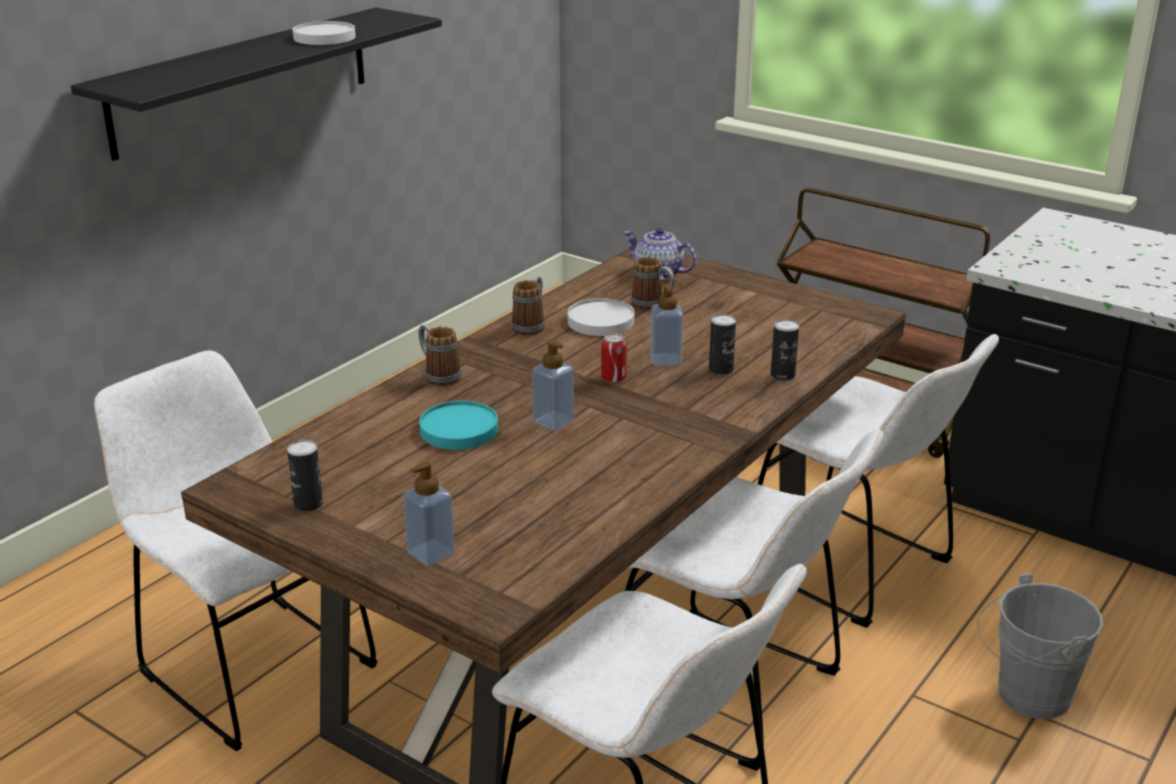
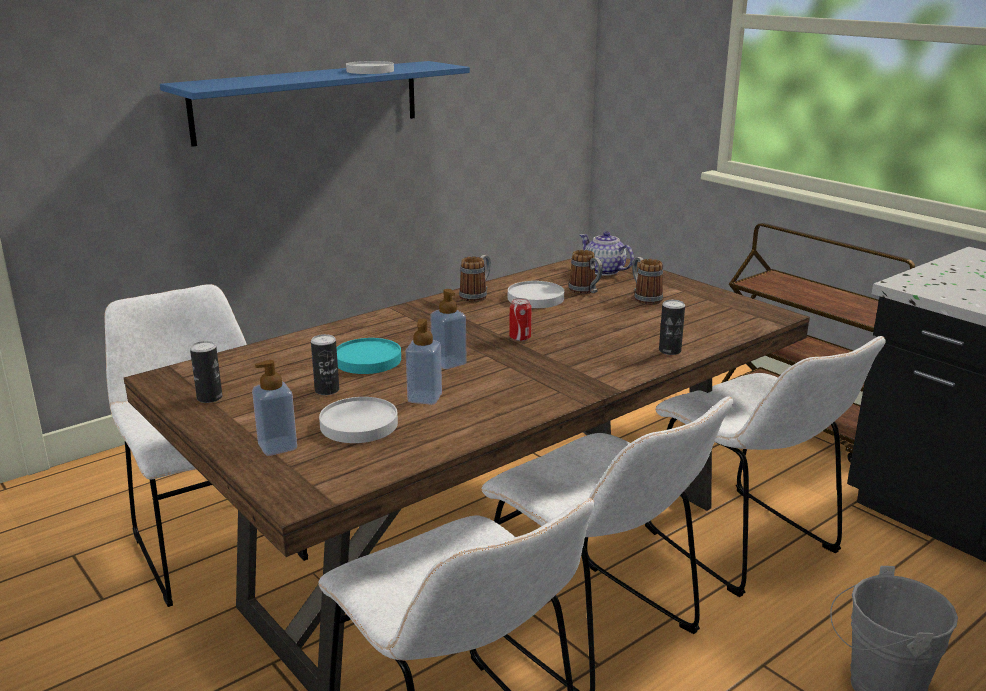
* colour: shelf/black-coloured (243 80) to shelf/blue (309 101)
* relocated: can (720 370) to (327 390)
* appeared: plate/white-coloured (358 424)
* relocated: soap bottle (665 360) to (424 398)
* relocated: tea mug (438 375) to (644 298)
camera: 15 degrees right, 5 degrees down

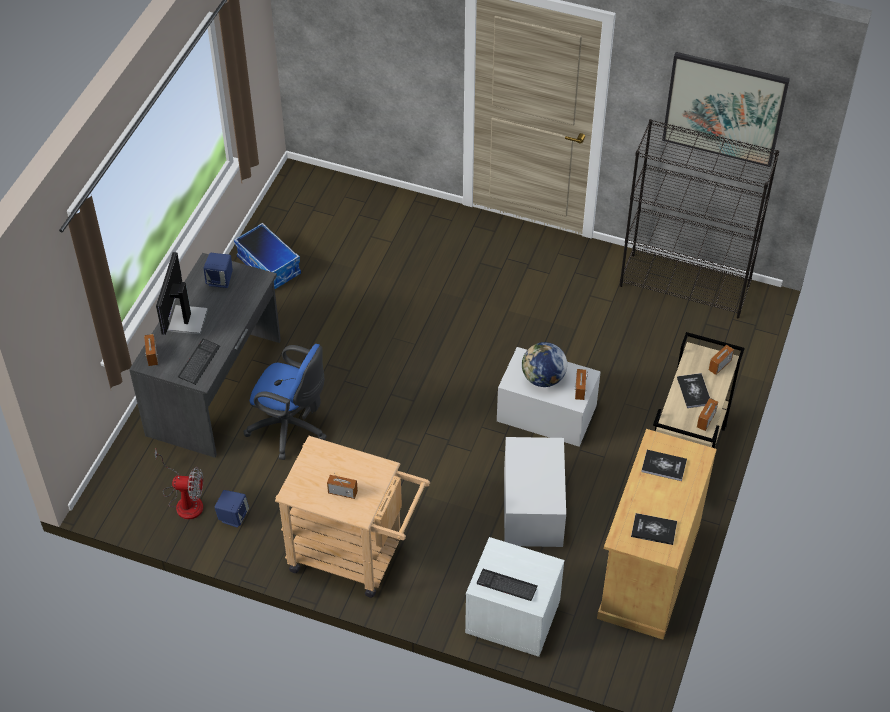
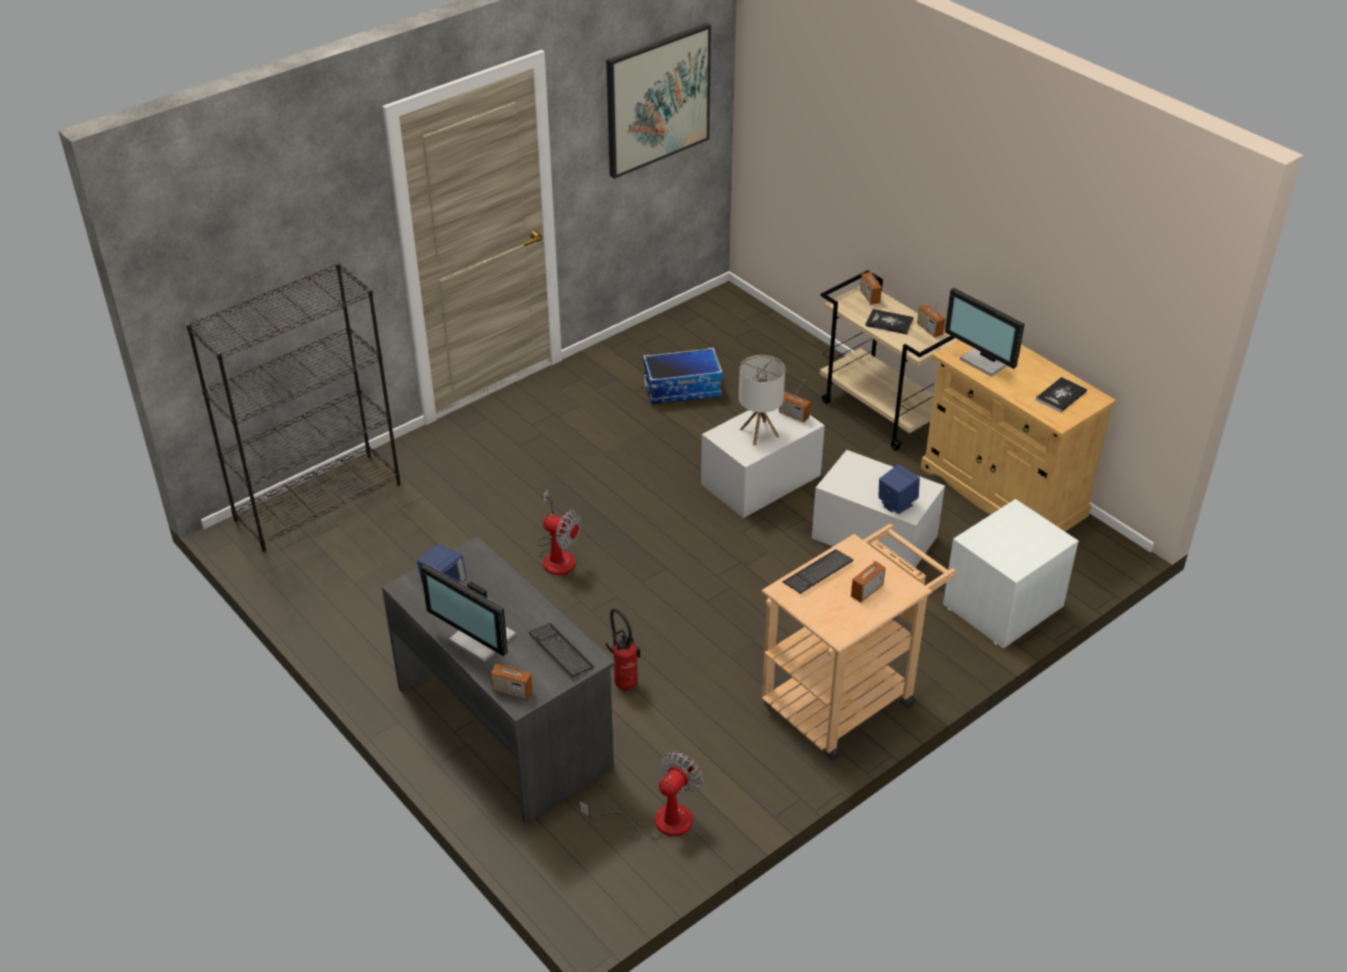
* relocated: bookshelf/black-coloured (685 285) to (319 501)
* appeared: cooling fan (557 555)
* exchanged: computer chair/blue (291 429) to extinguisher (625 681)
* relocated: storage container (269 266) to (682 388)
* exchanged: globe (543 378) to tabletop lamp (759 433)
* relocated: keyboard (507 585) to (818 573)
* relocated: loudspeaker/blue (233 517) to (896 504)
* exchanged: book (664 466) to monitor (986 361)
camera: 60 degrees left, 10 degrees down

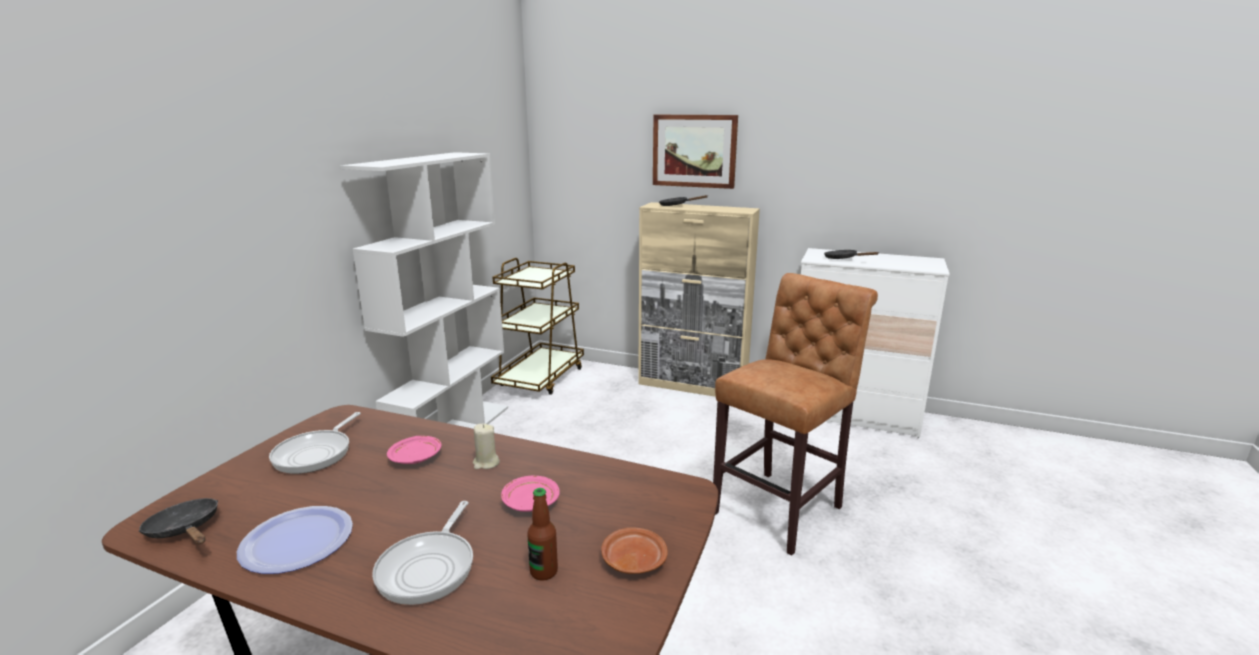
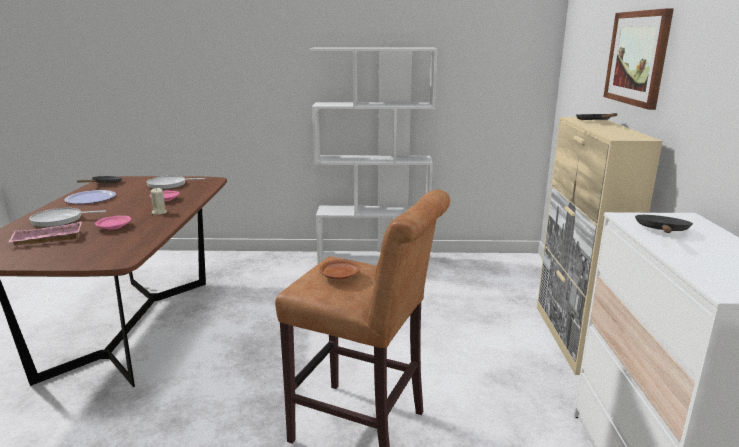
* exchanged: beverage bottle (544 572) to tray/pink-coloured (46 239)
* relocated: plate/brown (633 560) to (340 276)
* missing: wheeled cart/brown (540 378)
camera: 70 degrees right, 0 degrees up

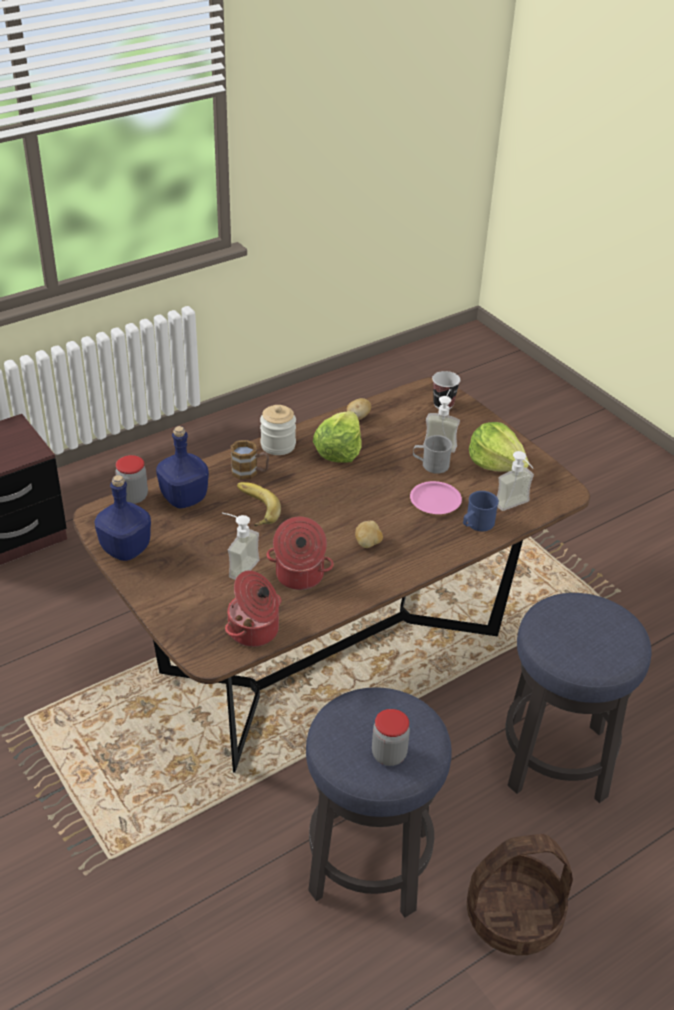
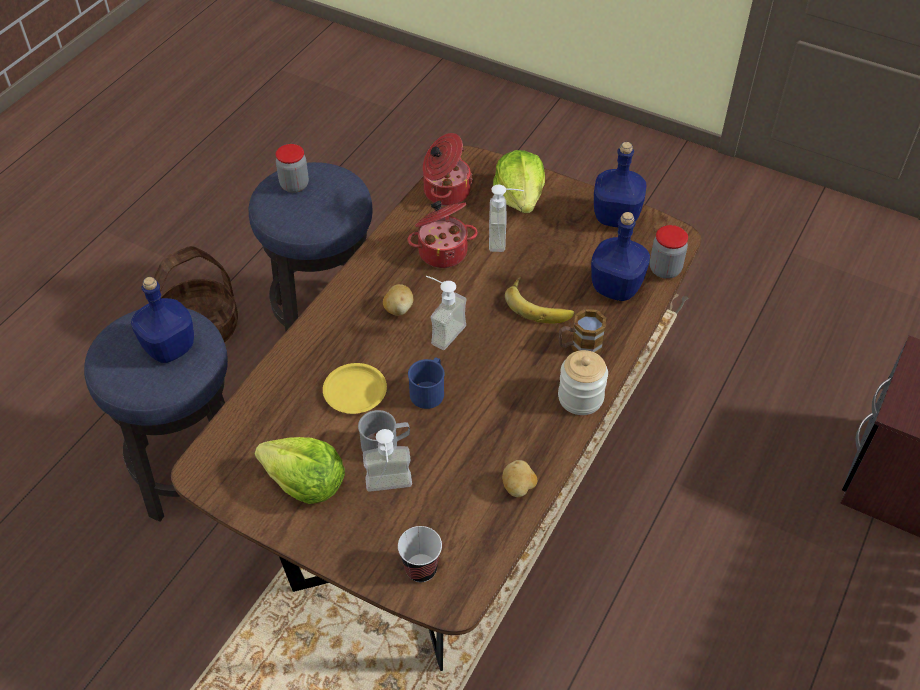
* appeared: beverage bottle/blue (169 348)
* colour: plate/pink-coloured (435 501) to plate/yellow-coloured (355 392)
* relocated: tea mug/blue (476 524) to (429 390)
* relocated: soap bottle (516 507) to (441 331)
* relocated: lettuce (338 451) to (520 197)
camera: 155 degrees right, 10 degrees up

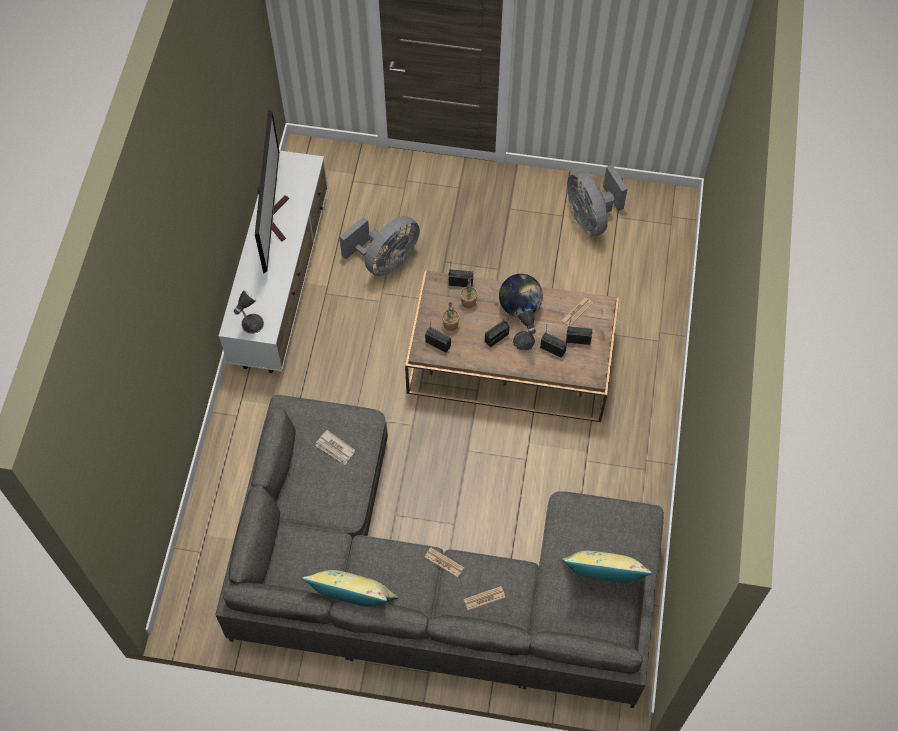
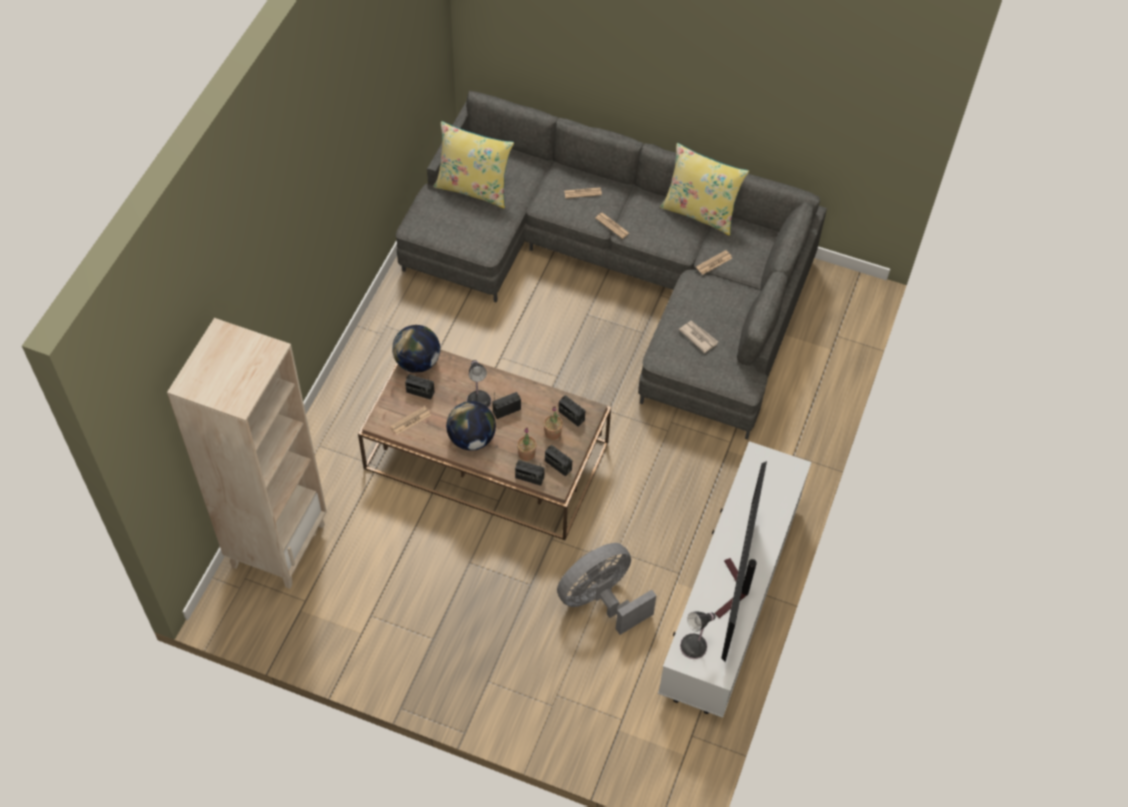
* appeared: bookshelf/beige-coloured (278 544)
* appeared: globe (417 362)
* relocated: radio (553 349) to (558 465)
* relocated: tabletop lamp (251 324) to (695 645)
* appeared: daily paper (714 262)
* missing: cooling fan/gray (590 217)
camera: 170 degrees left, 5 degrees down

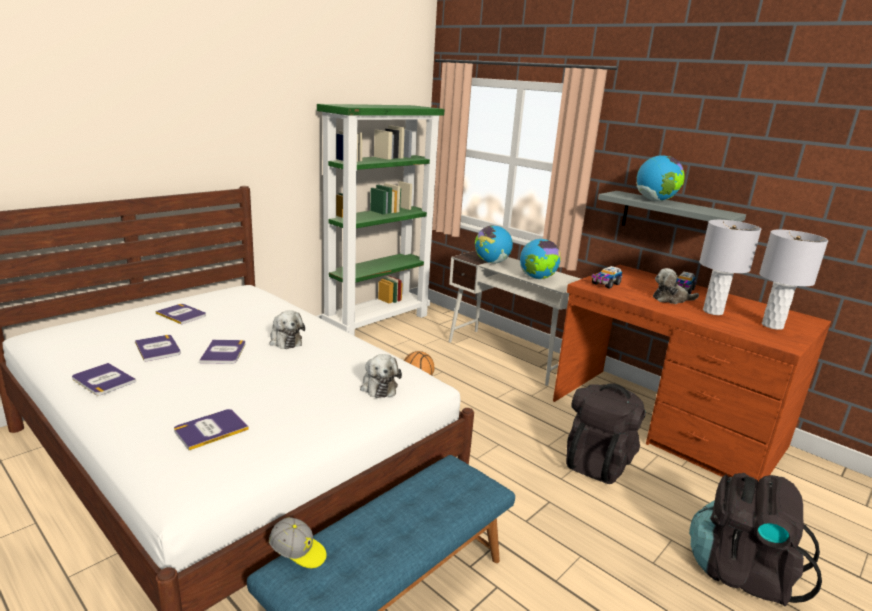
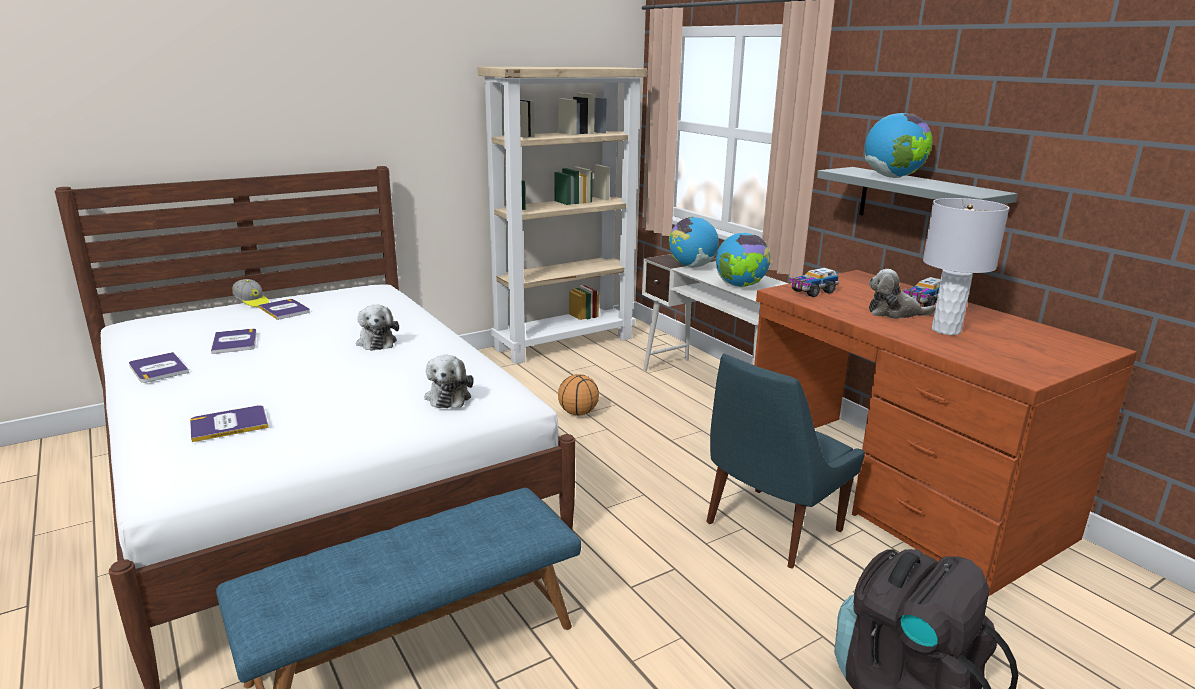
* relocated: cap (298 552) to (252 302)
* colour: bookshelf/greenish (377 322) to bookshelf/beige-coloured (564 343)
* exchanged: rucksack/black-coloured (598 461) to plain chair/blue (770 529)
* missing: book (223 352)
* missing: tabletop lamp/gray (772 325)
camera: 15 degrees right, 0 degrees up

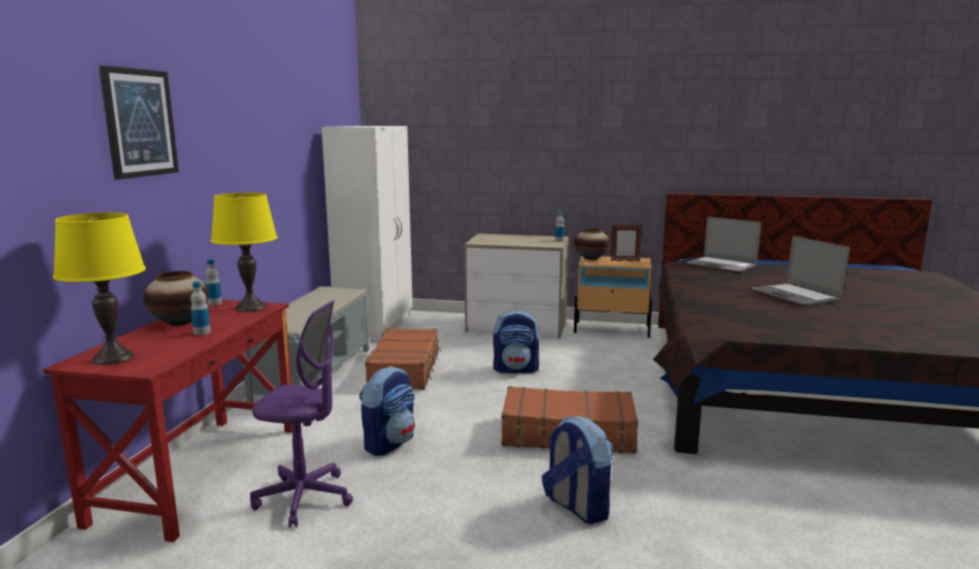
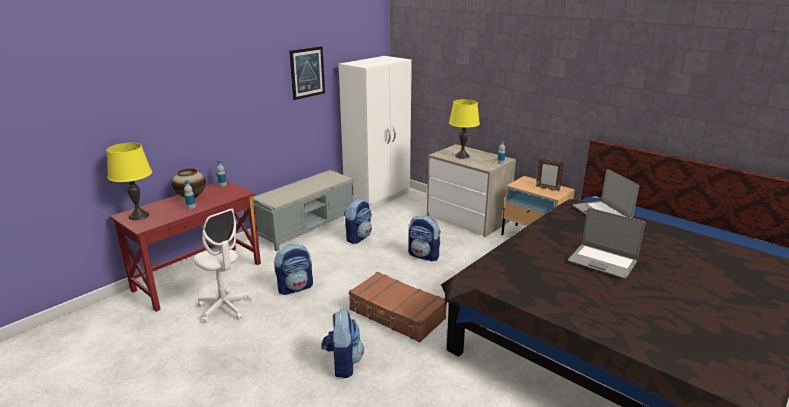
* colour: computer chair/purplish (304 498) to computer chair/white-coloured (225 308)
* relocated: wall art (139 123) to (307 72)
* exchanged: piece of luggage/brown (405 369) to rucksack (358 237)
* relocated: tabletop lamp/yellow-coloured (250 307) to (462 156)
* spun: notebook computer (796 295) = (602 261) 60 degrees counterclockwise
* missing: vase (591 258)
camera: 30 degrees right, 10 degrees up

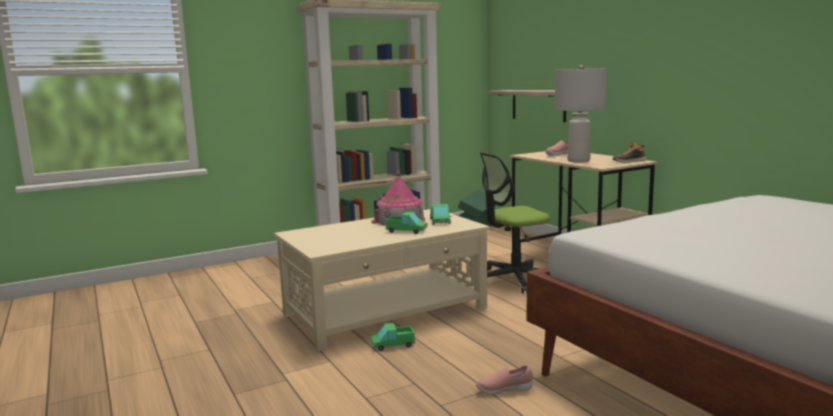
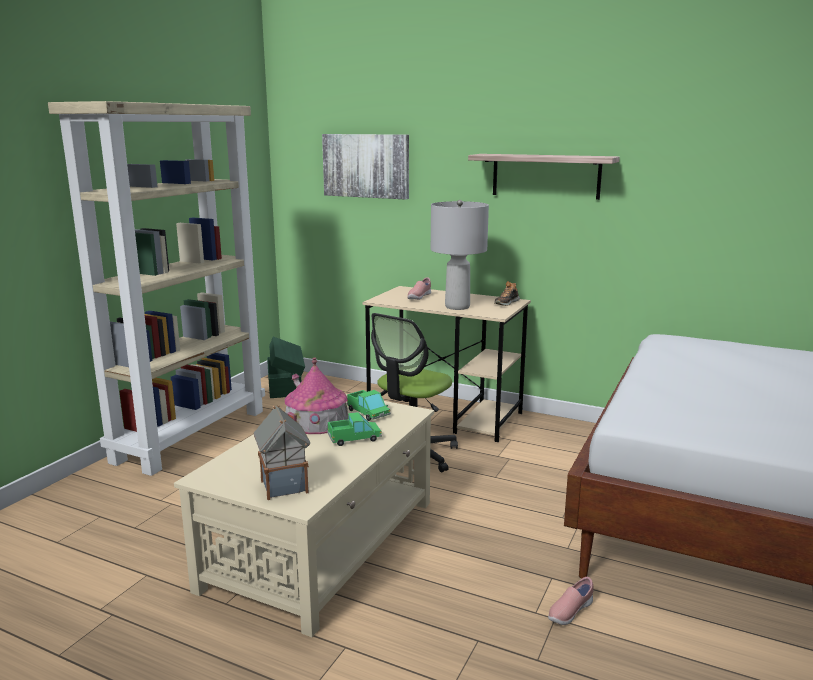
* appeared: model house (283 486)
* appeared: wall art (366 166)
* relocated: shelf (538 105) to (545 176)
* missing: model truck (392 344)
camera: 35 degrees left, 5 degrees up

